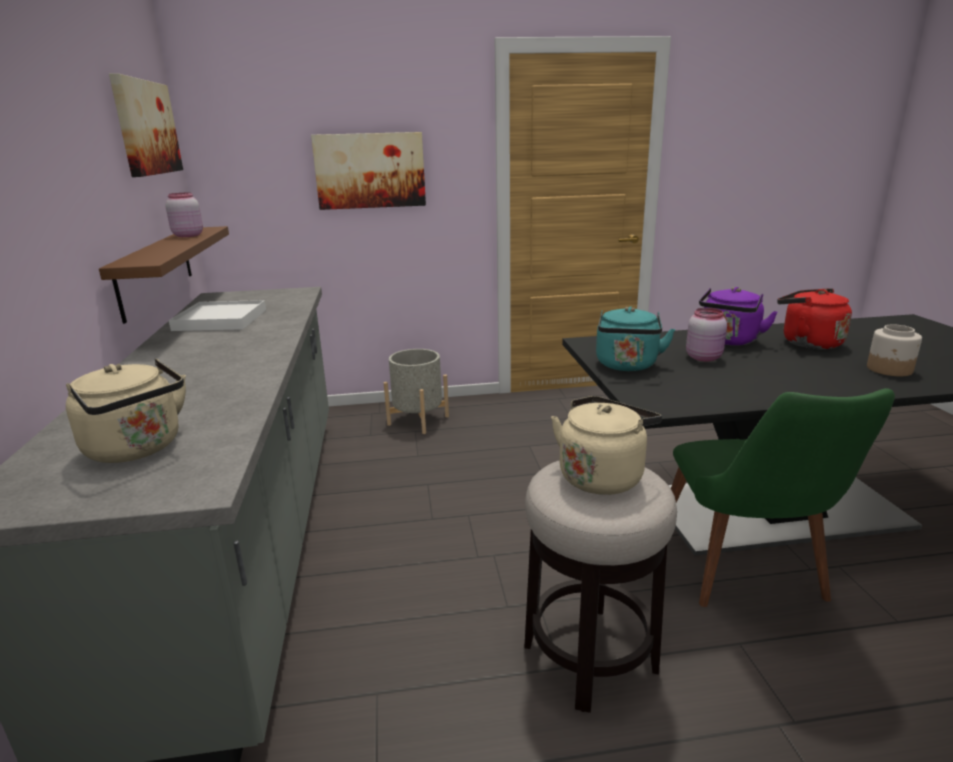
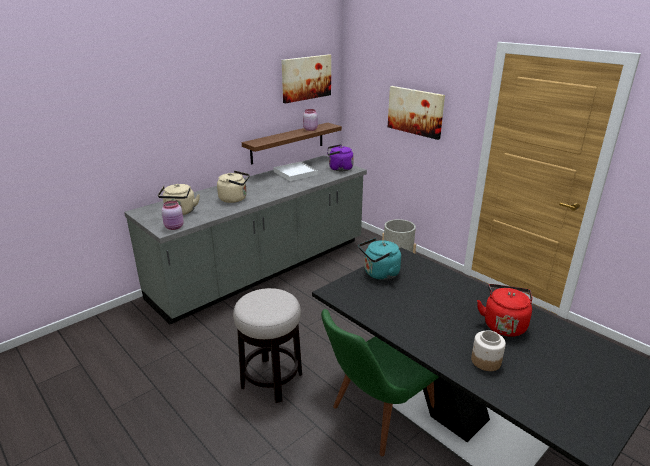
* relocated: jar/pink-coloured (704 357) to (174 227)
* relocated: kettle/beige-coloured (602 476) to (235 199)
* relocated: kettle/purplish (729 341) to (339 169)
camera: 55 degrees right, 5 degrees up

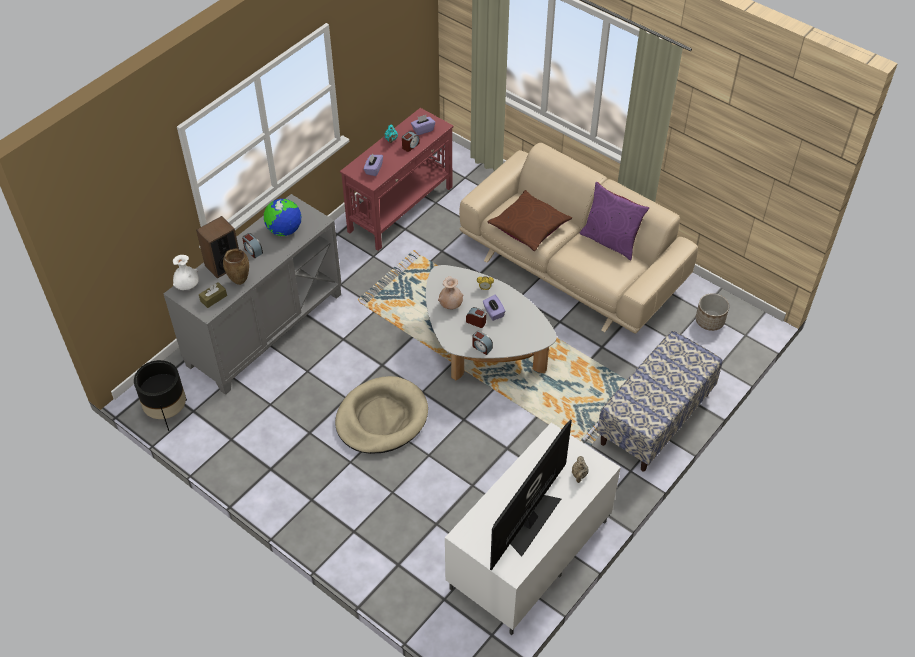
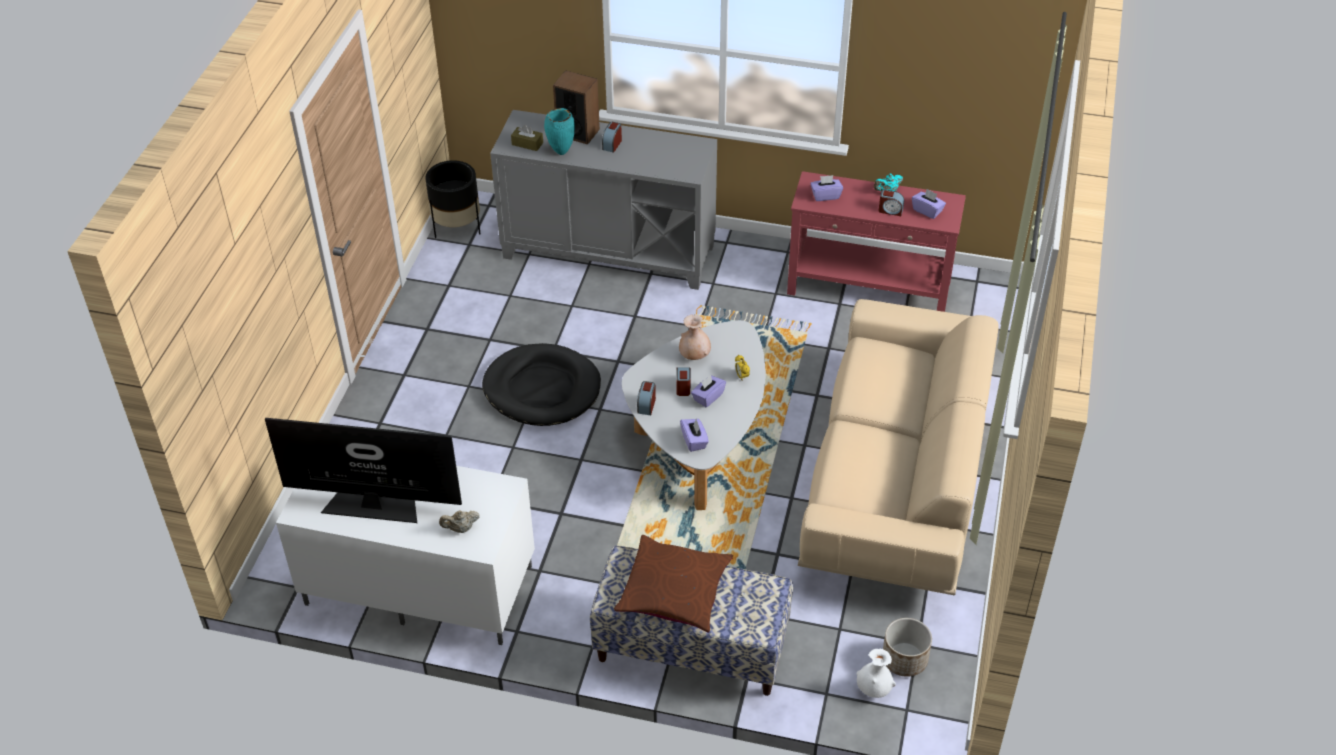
* colour: pet bed/beige-coloured (381 418) to pet bed/black-coloured (542 389)
* colour: vase/brown (239 282) to vase/turquoise (560 152)
* relocated: cushion/brown (529 226) to (674 591)
* appeared: tissue holder/purplish (694 441)
* relocated: vase/white-coloured (187 286) to (873 689)
* missing: globe (284 230)
* missing: cushion/purplish (610 241)
camera: 65 degrees right, 5 degrees down

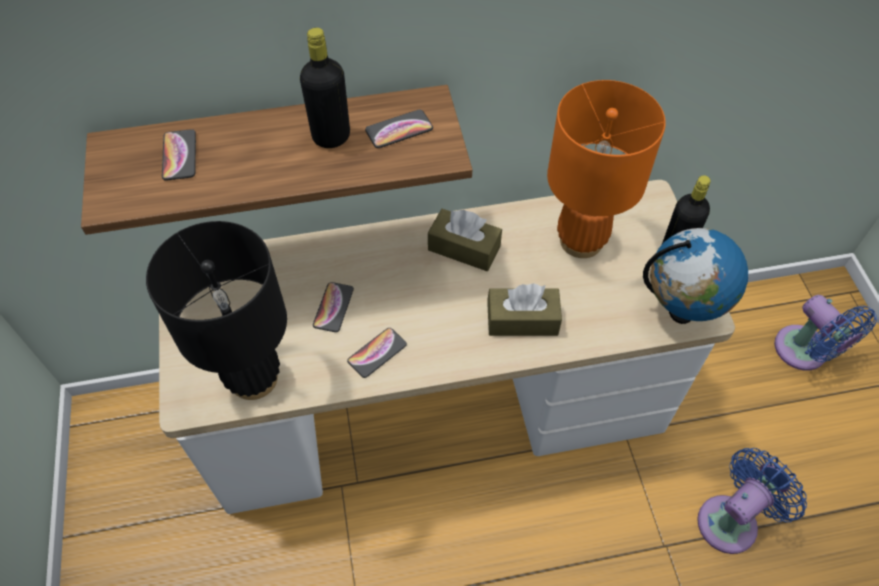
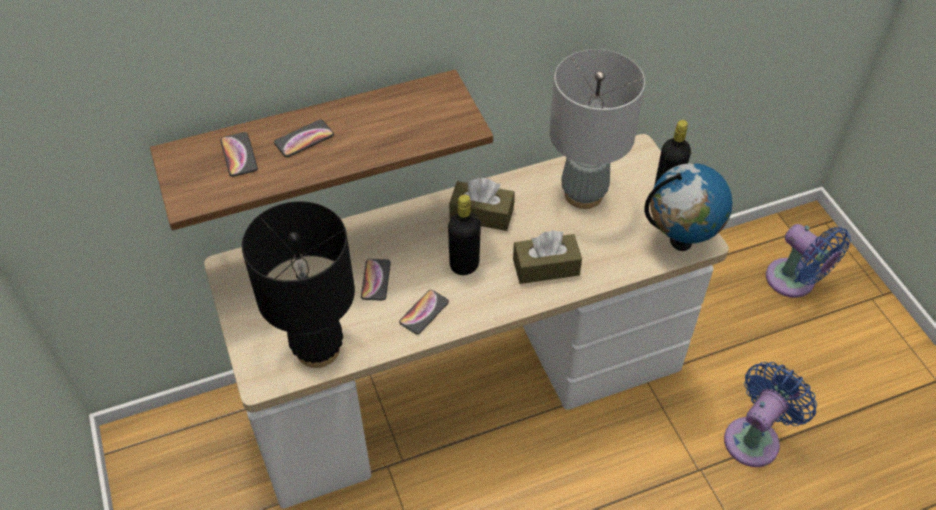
* relocated: telephone (399 130) to (304 139)
* relocated: beverage bottle/black-coloured (331 137) to (464 265)
* colour: tabletop lamp/orange-coloured (580 241) to tabletop lamp/gray (583 194)
camera: 10 degrees left, 5 degrees down

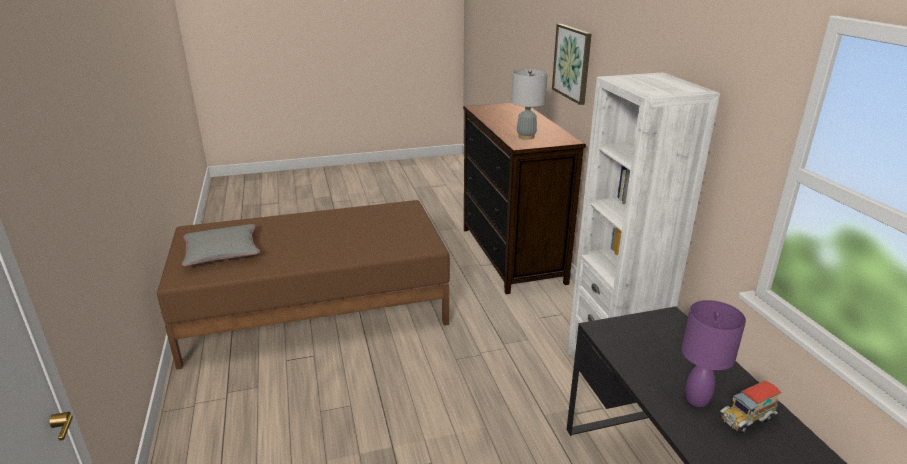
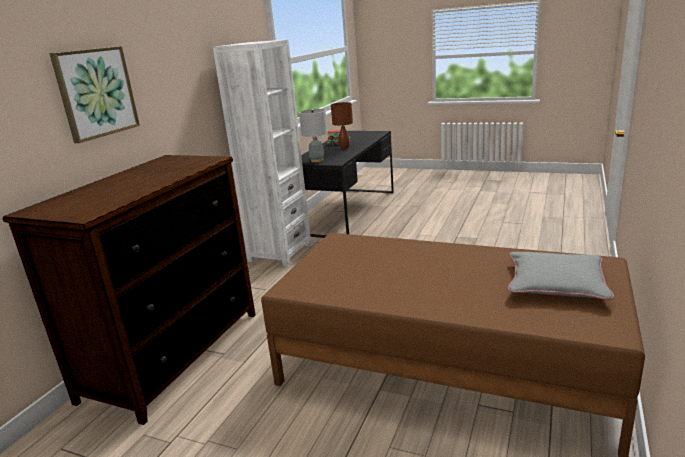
* relocated: tabletop lamp/gray (526 137) to (317 160)
* colour: tabletop lamp/purplish (696 399) to tabletop lamp/brown (344 147)
camera: 140 degrees left, 5 degrees down

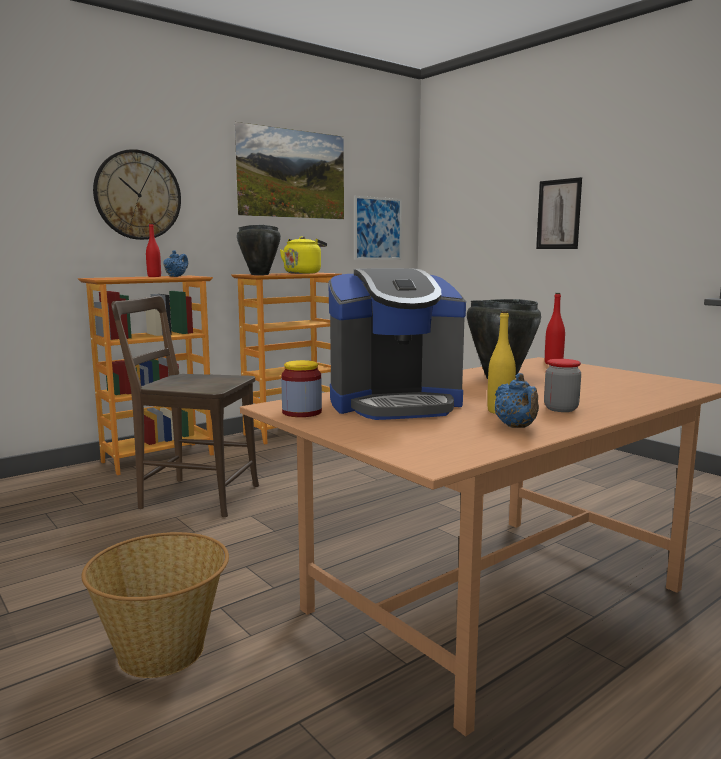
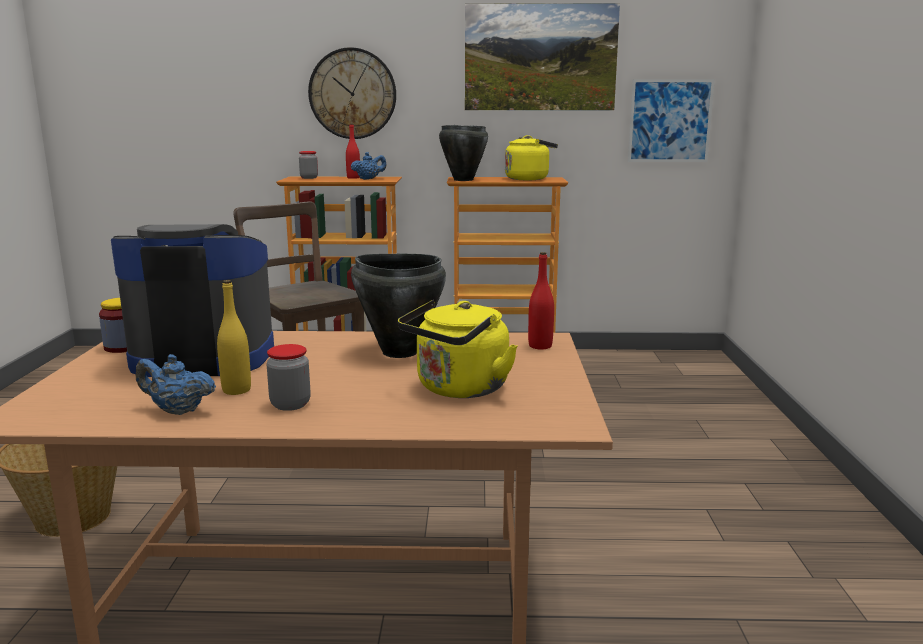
* spun: coffee brewer (395 404) = (203 357) 150 degrees clockwise
* spun: pot for tea/blue (516 427) = (177 411) 75 degrees clockwise
* appeared: jar (309 178)
* appeared: kettle/yellow-coloured (459 389)
* missing: wall art (558 214)
camera: 40 degrees right, 5 degrees up

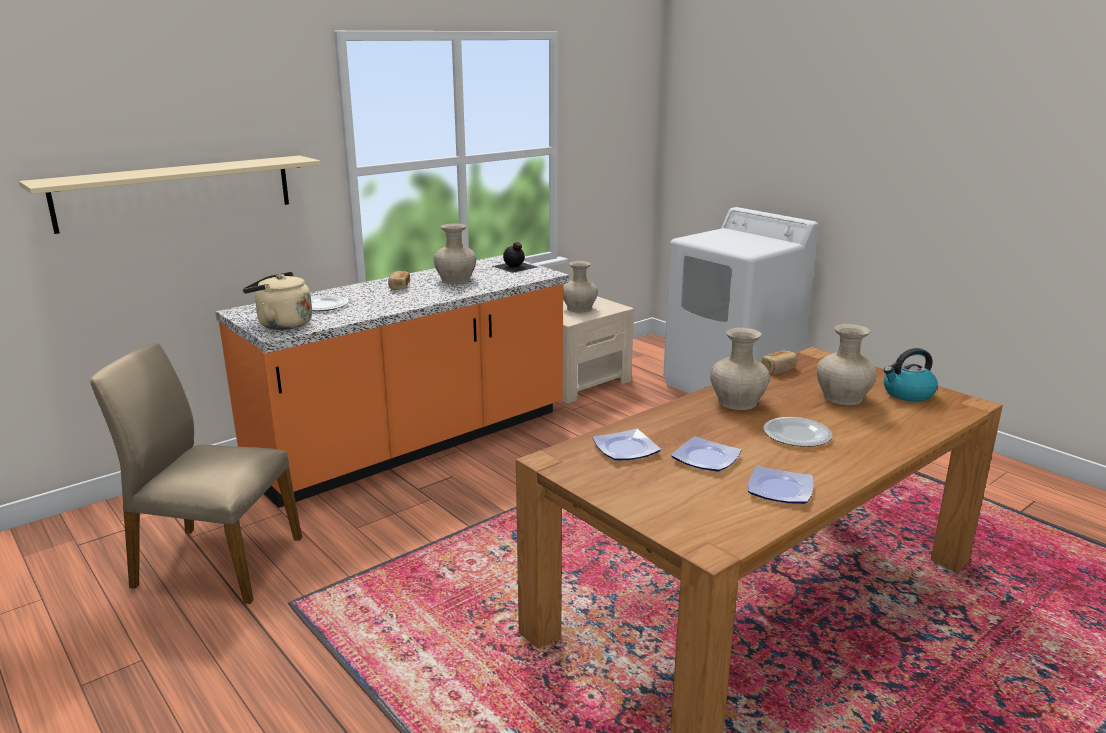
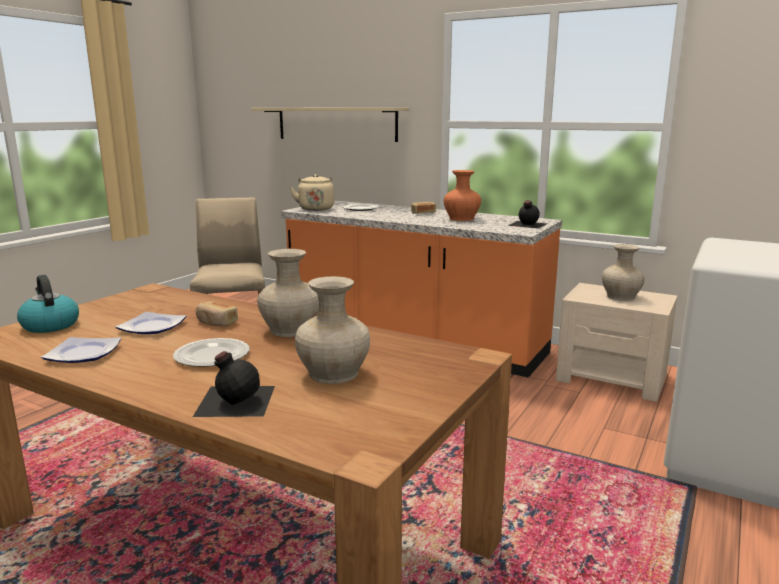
* relocated: kettle (907 394) to (50 325)
* appeared: beverage bottle/black-coloured (234 400)
* relocated: bread (779 369) to (216 322)
* colour: vase/beige-coloured (456 280) to vase/orange-coloured (461 219)
* missing: plate (625 450)
camera: 70 degrees right, 5 degrees down

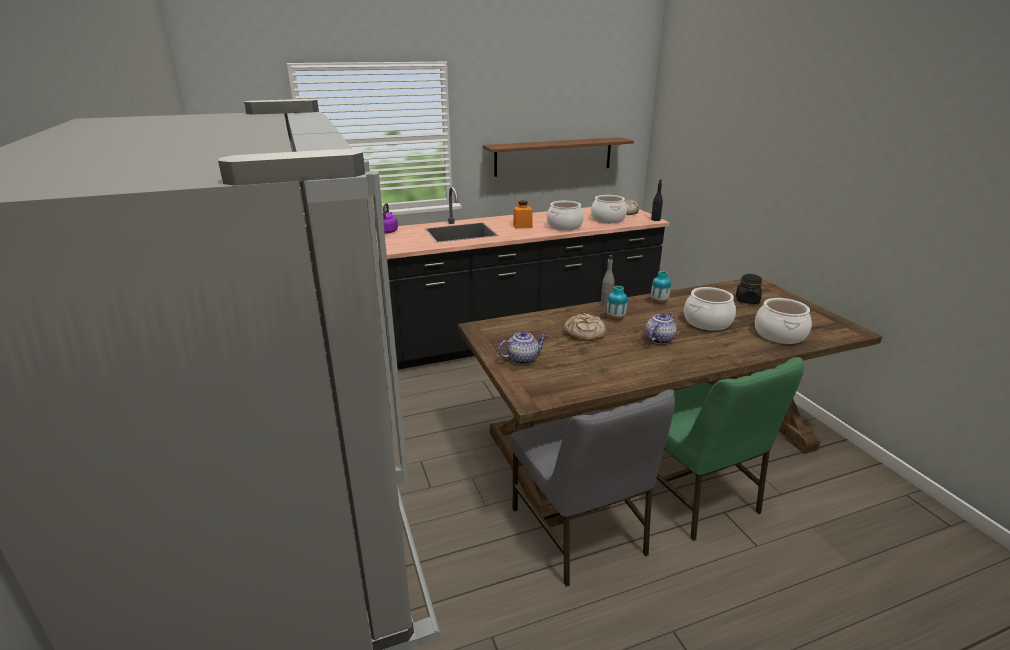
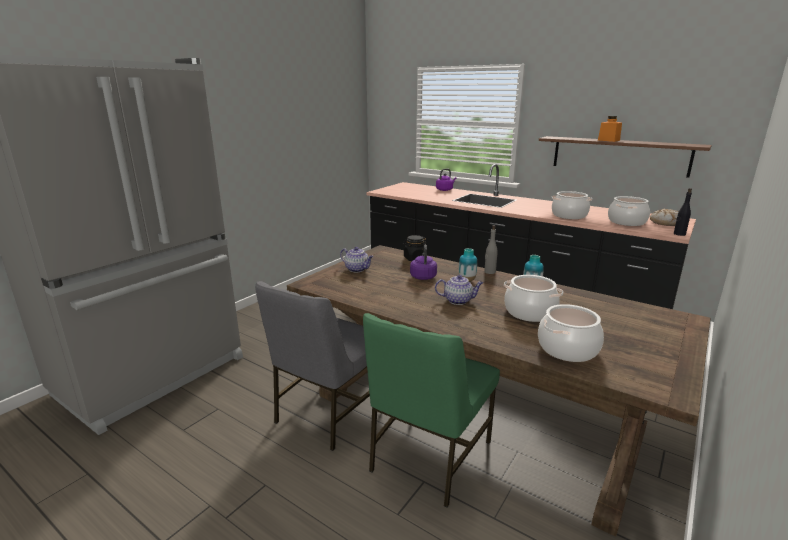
* relocated: jar/black-coloured (747 300) to (414 259)
* exchanged: bread (584 334) to kettle/purplish (423 276)
* relocated: jar/orange-coloured (522 226) to (608 140)
camera: 55 degrees right, 5 degrees down

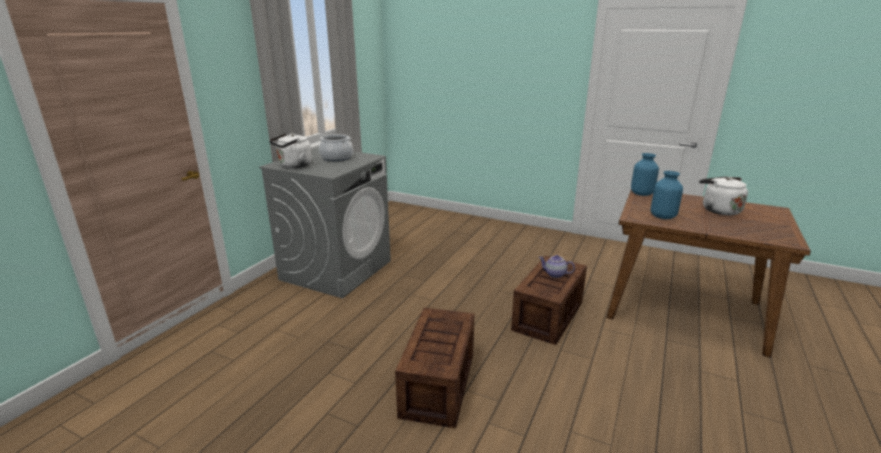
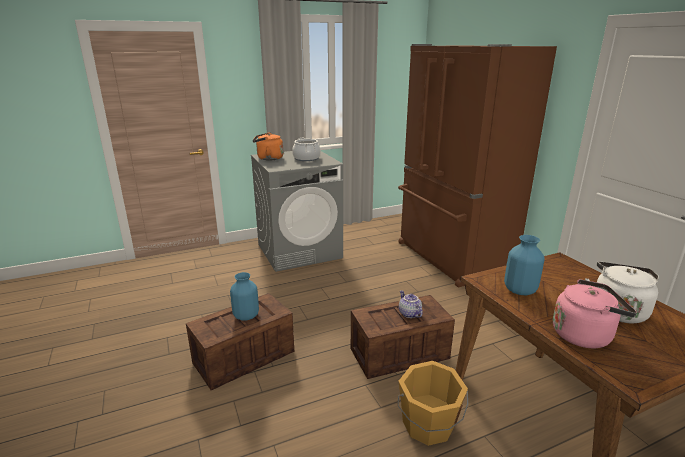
* relocated: vase/blue (641 193) to (246 315)
* colour: kettle/white-coloured (293 166) to kettle/orange-coloured (268 158)
* appeared: fridge/brown (450 257)
* appeared: pail/orange-coloured (428 425)
* appeared: kettle/pink-coloured (584 335)
camera: 40 degrees right, 0 degrees up

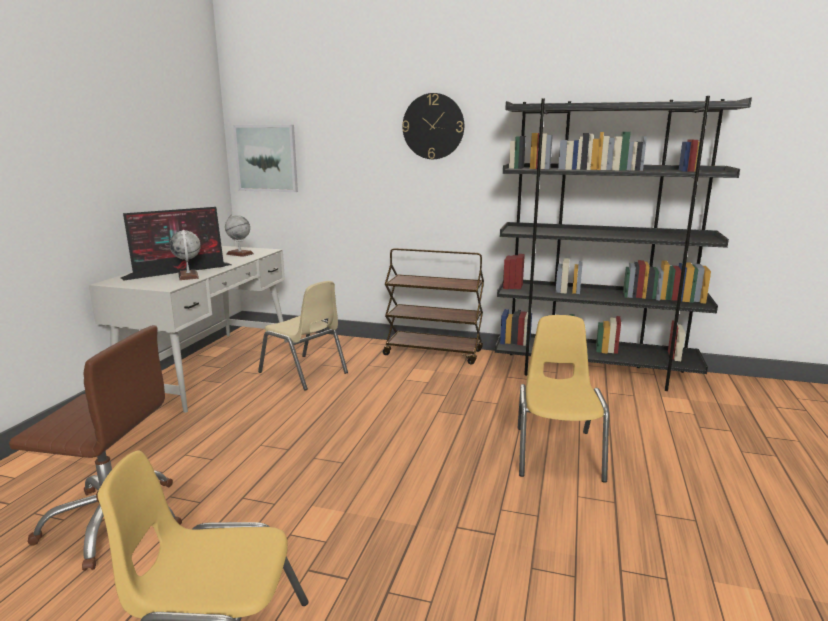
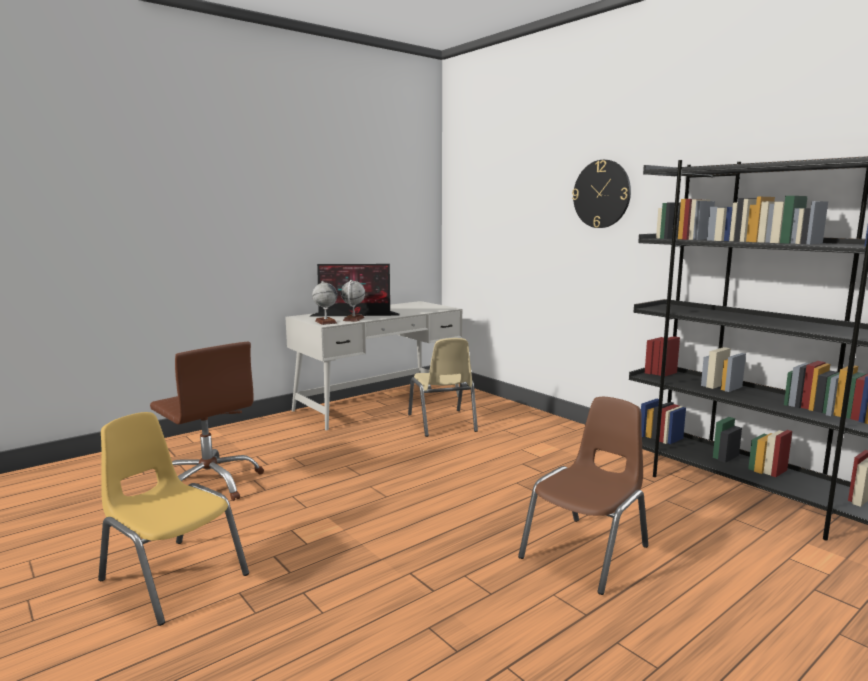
* relocated: globe (239 254) to (325 322)
* colour: plain chair/yellow-coloured (557 453) to plain chair/brown (586 553)
* missing: wall art (266 158)
* missing: wheeled cart/brown (434 353)
camera: 35 degrees right, 5 degrees down

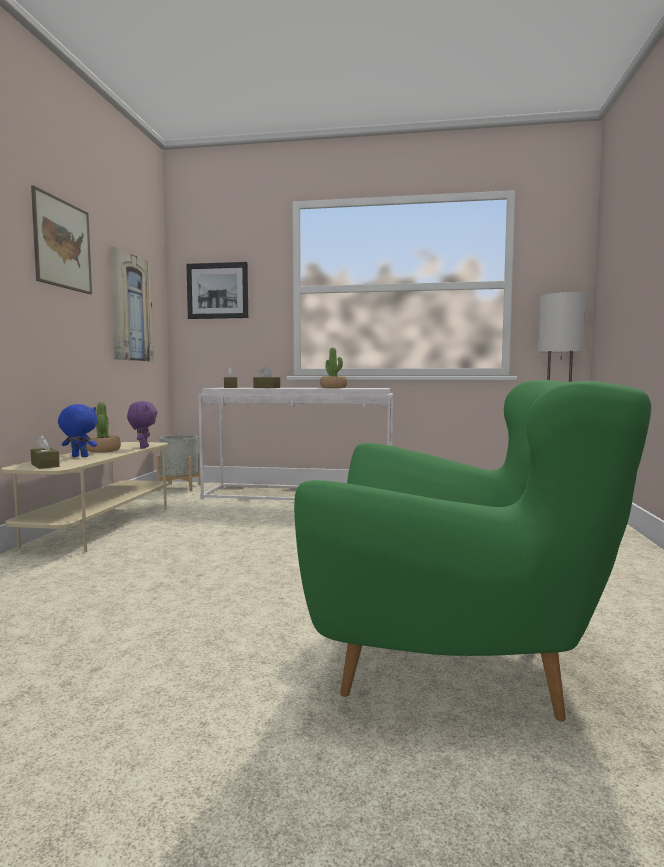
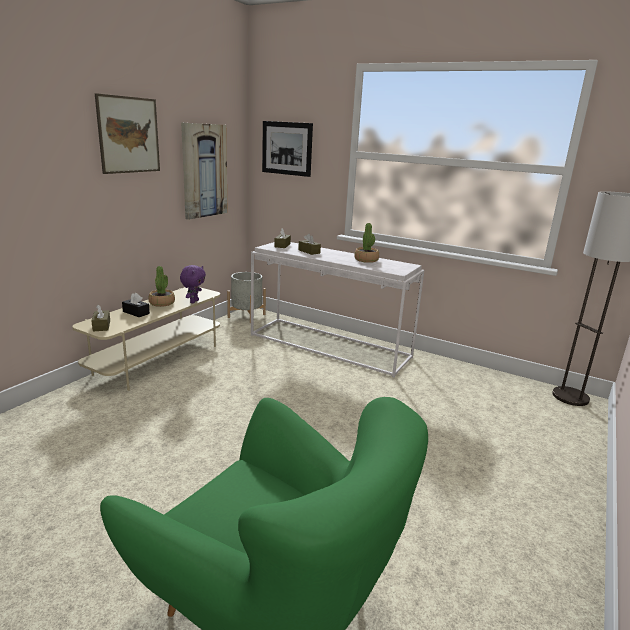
* exchanged: soft toy/blue (79 457) to tissue holder/black-coloured (136 312)
camera: 20 degrees right, 15 degrees up

